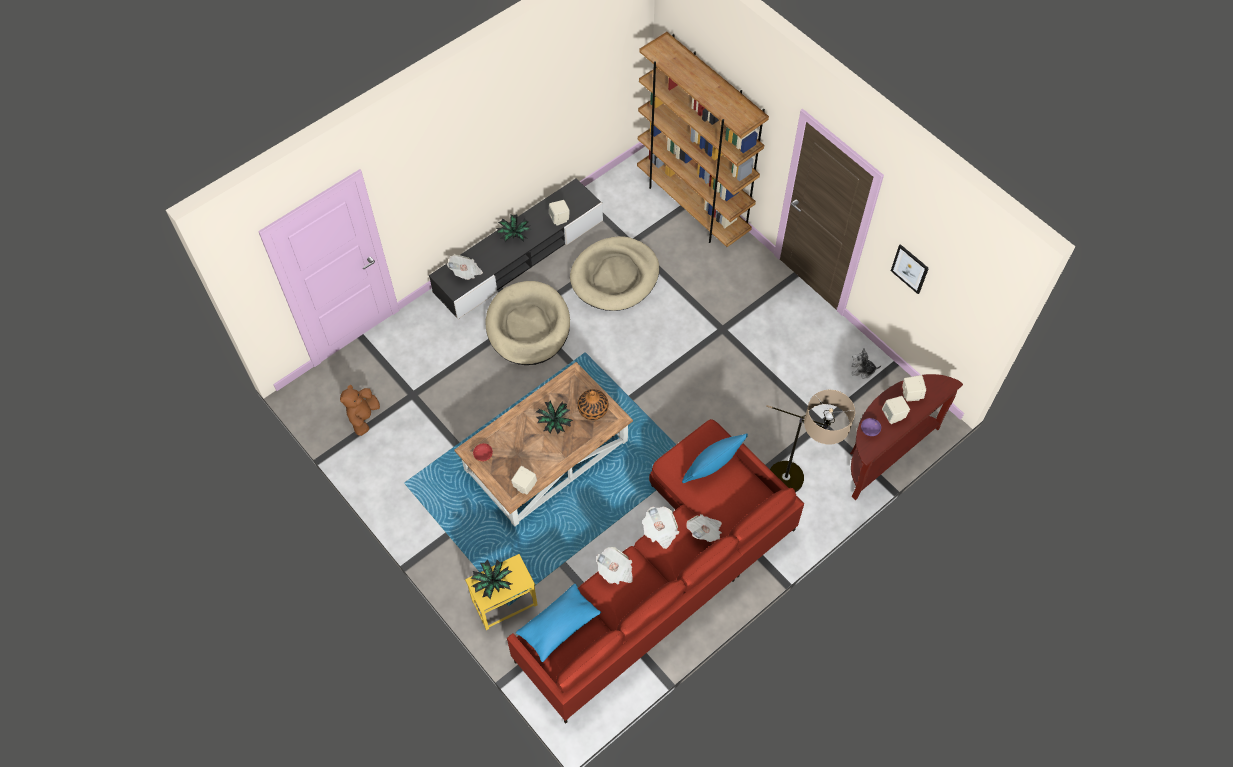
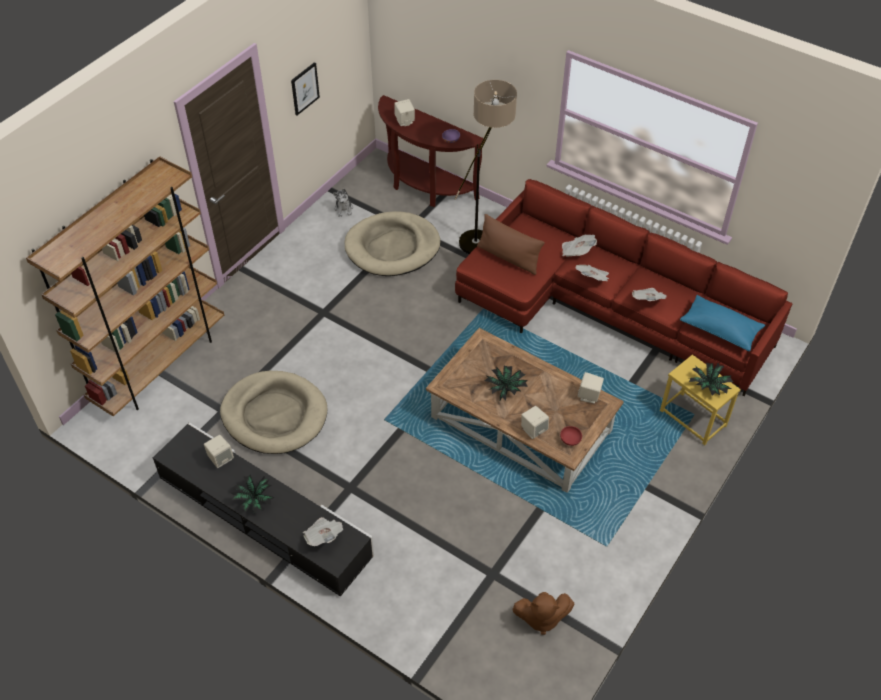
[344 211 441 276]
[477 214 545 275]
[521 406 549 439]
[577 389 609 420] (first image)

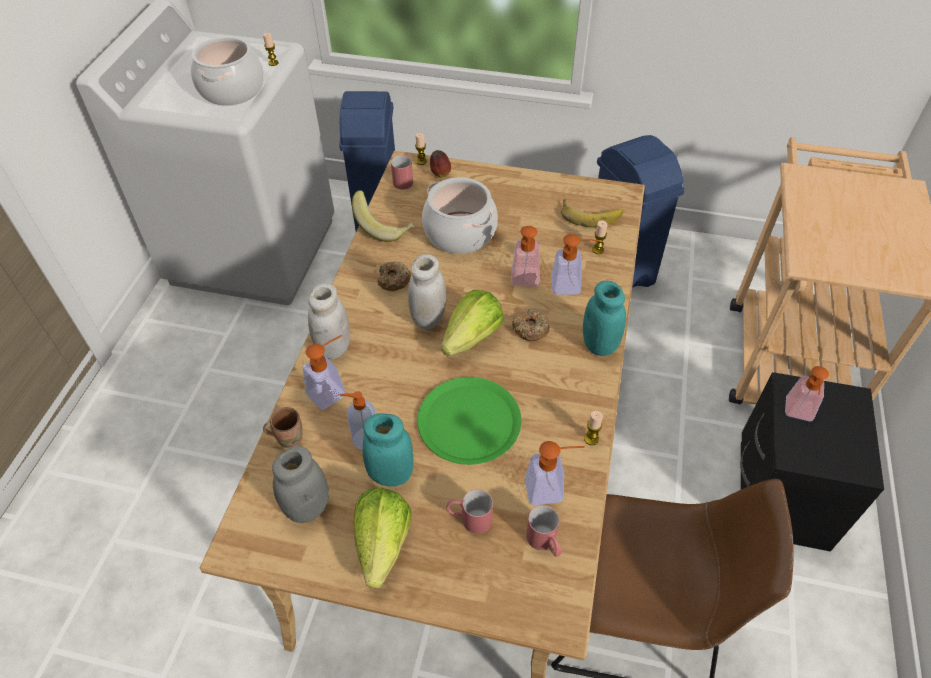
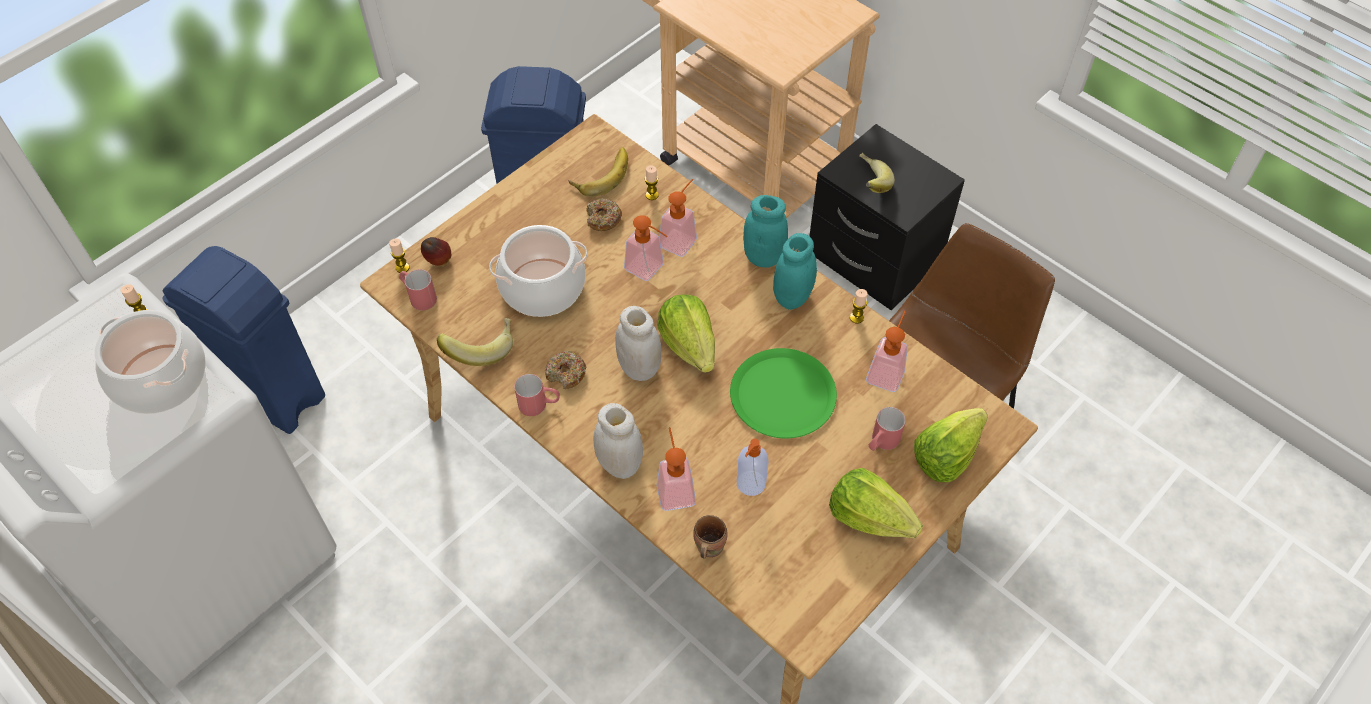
[514 374 560 416]
[586 199 622 231]
[773 233 817 310]
[860 153 895 193]
[914 408 988 482]
[272 446 329 523] (first image)

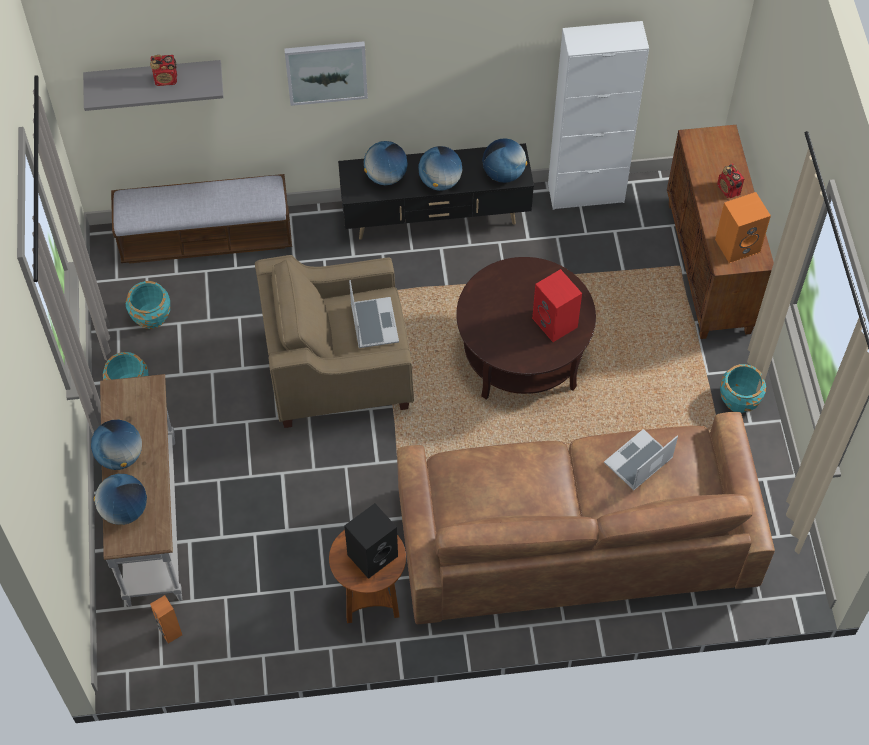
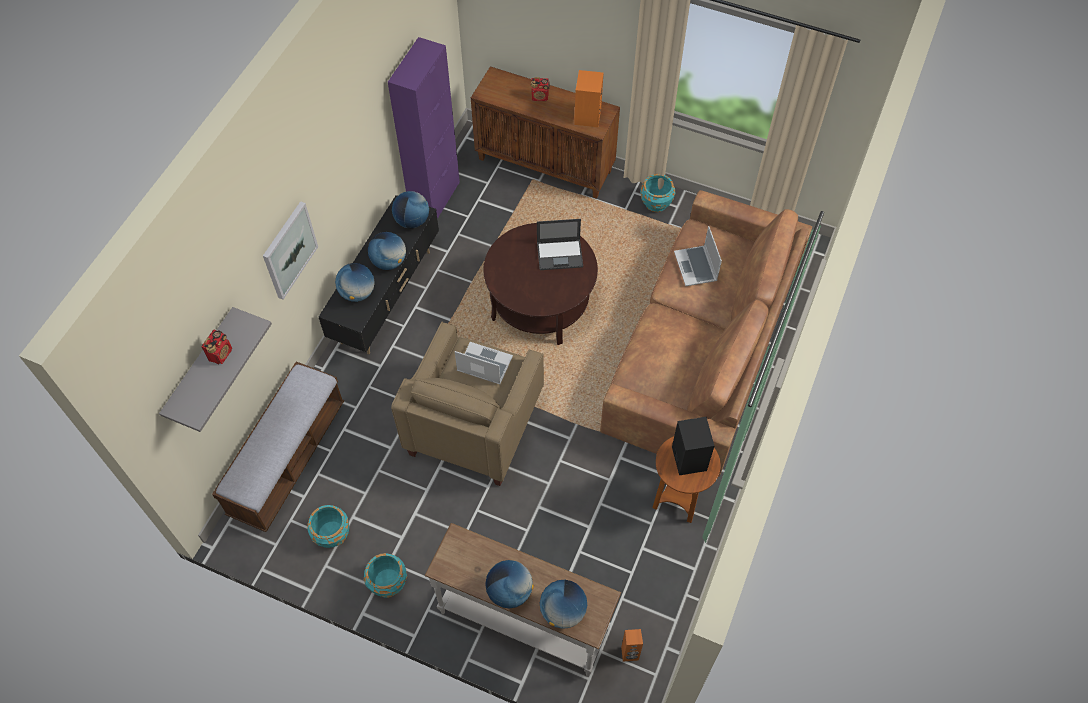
[388 37 460 219]
[537 219 583 270]

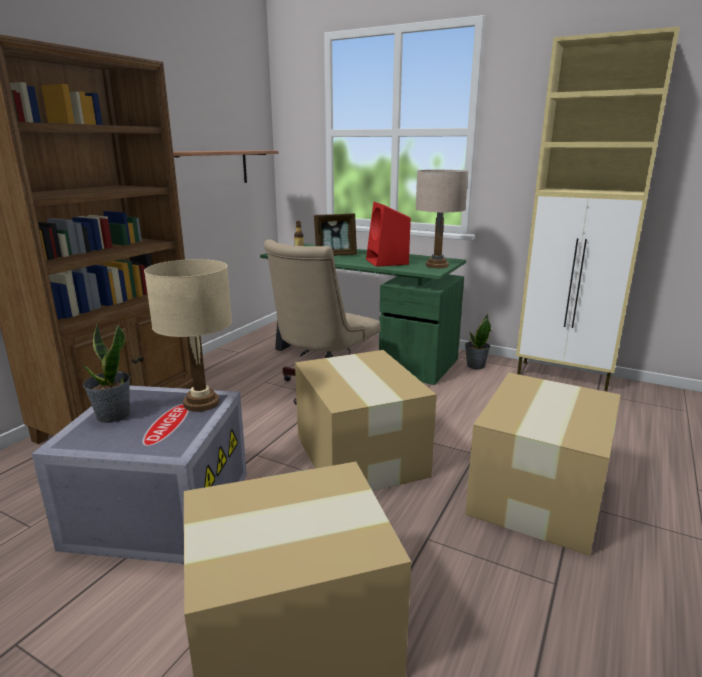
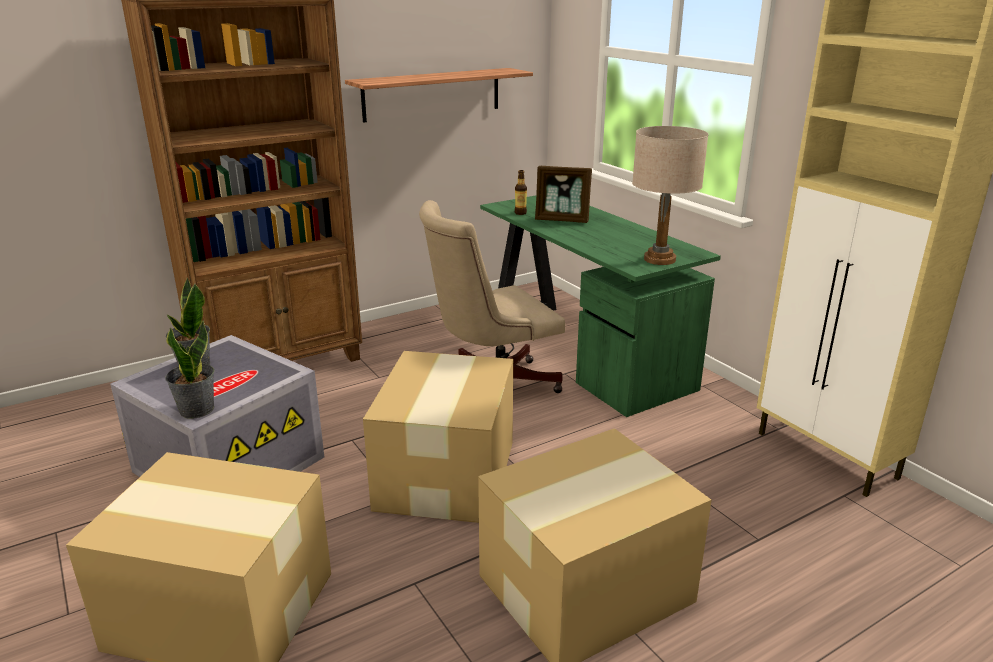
[165 320 214 419]
[144 259 232 412] (first image)
[366 202 411 267] (first image)

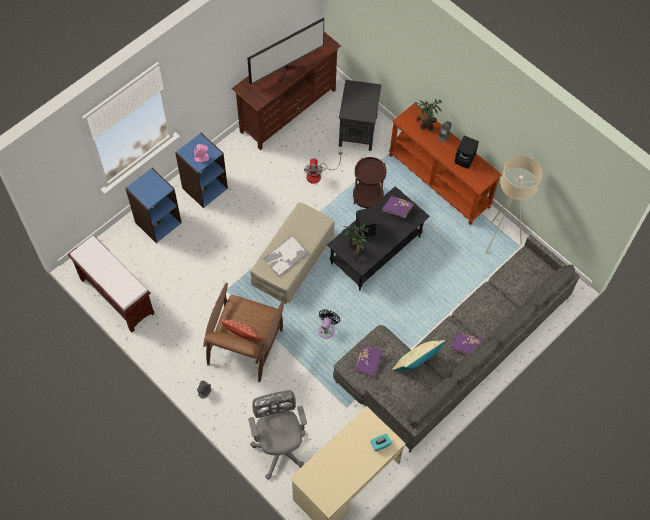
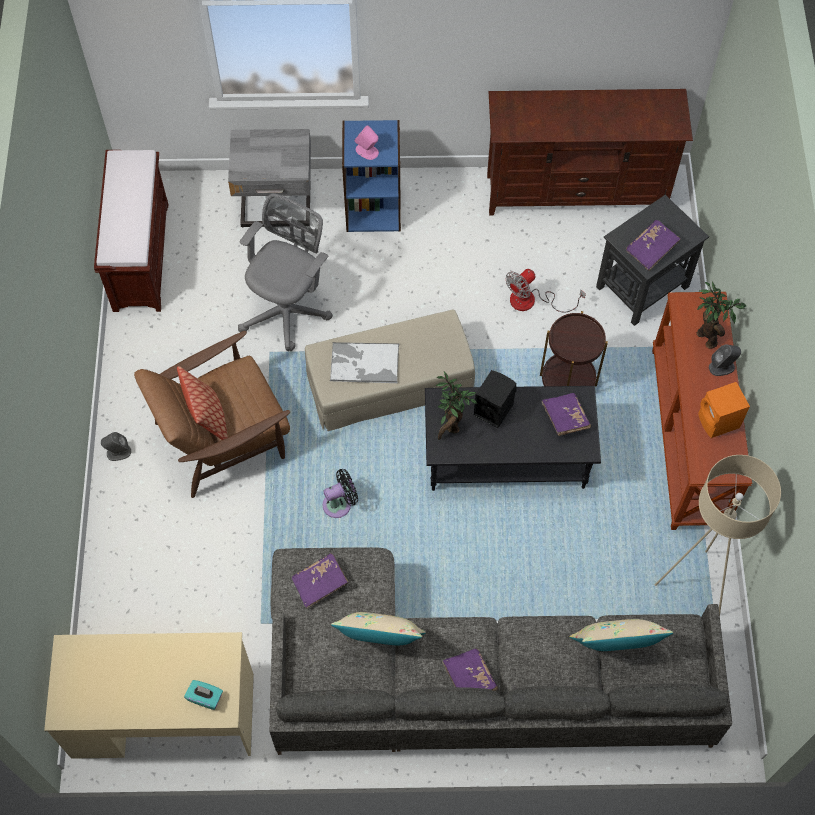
[228 129 311 227]
[238 193 333 351]
[569 619 673 651]
[626 220 681 271]
[698 382 750 438]
[247 18 324 84] (first image)

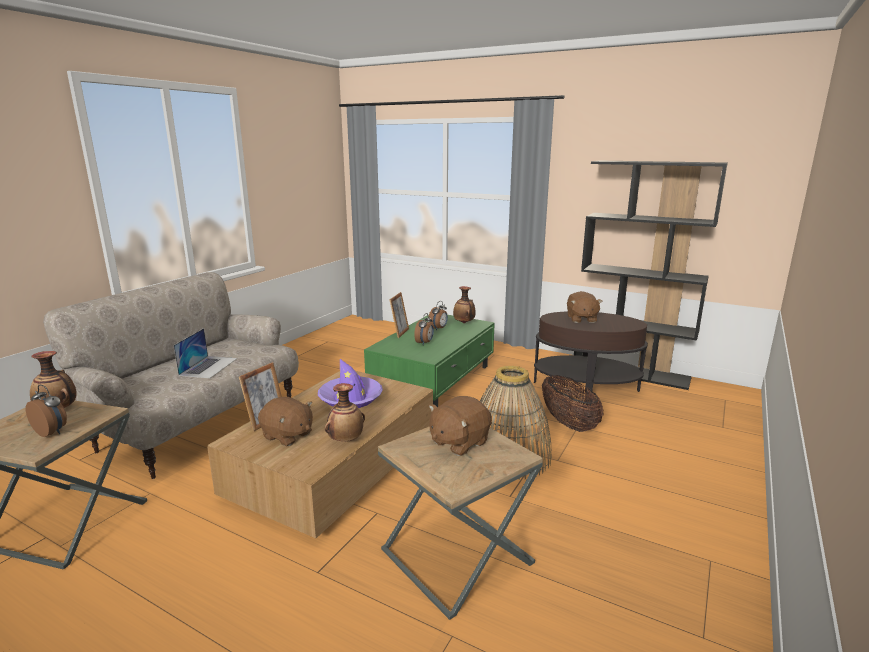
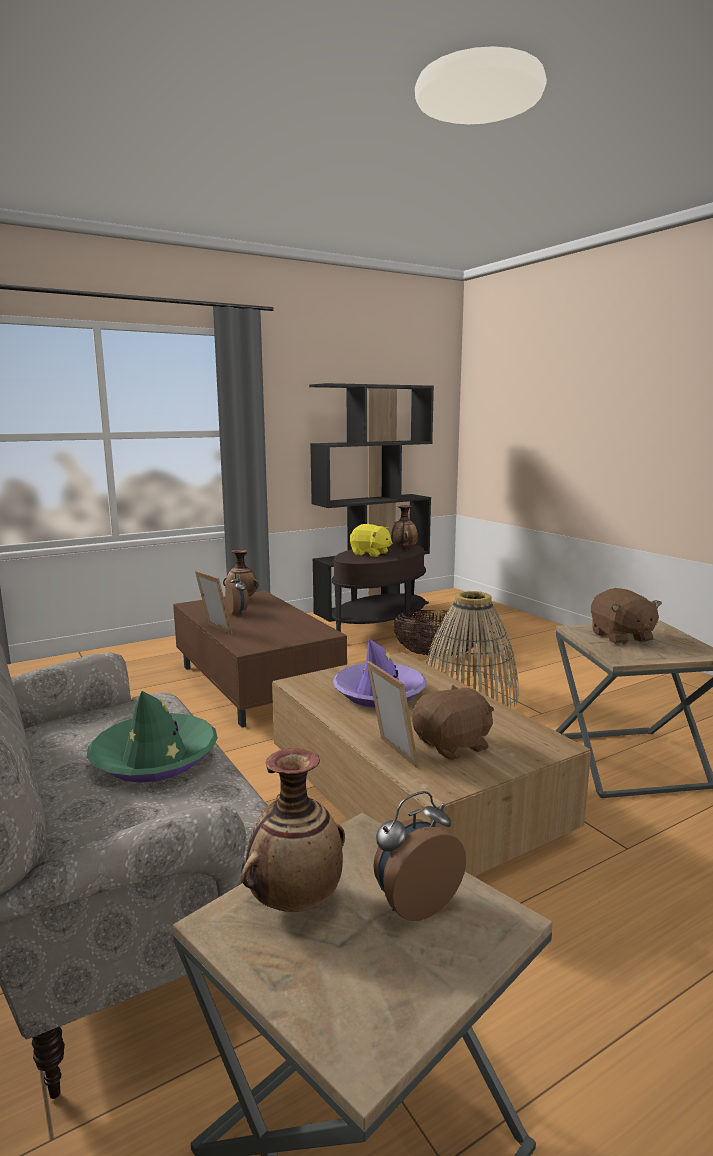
[87 691 218 783]
[173 591 347 727]
[350 524 392 557]
[391 505 418 550]
[414 313 434 345] (first image)

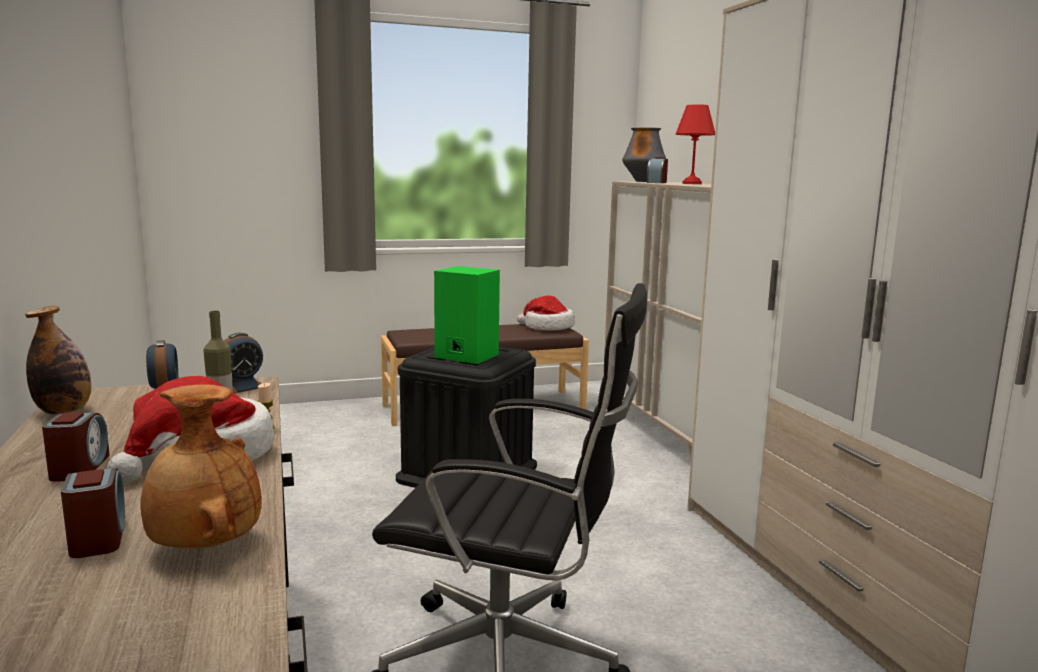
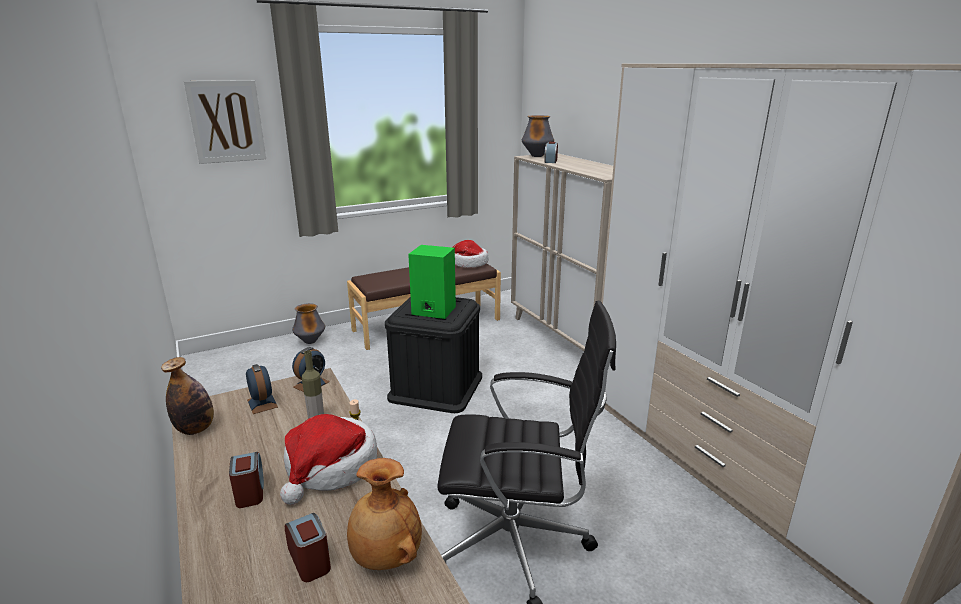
[184 80 266 164]
[292 303 325 344]
[676 104 715 184] (first image)

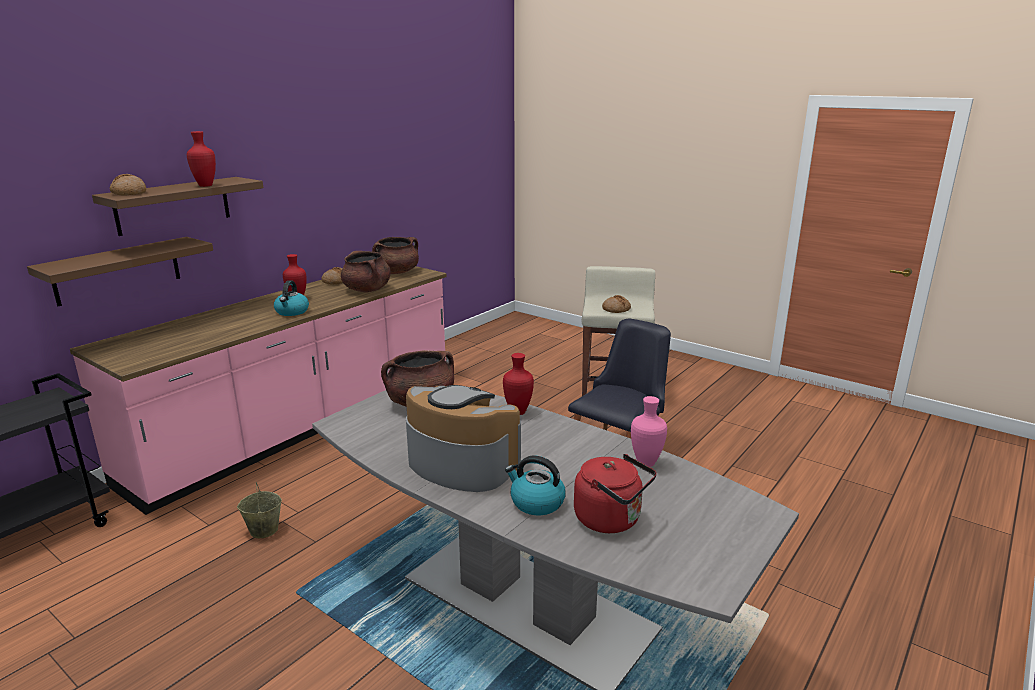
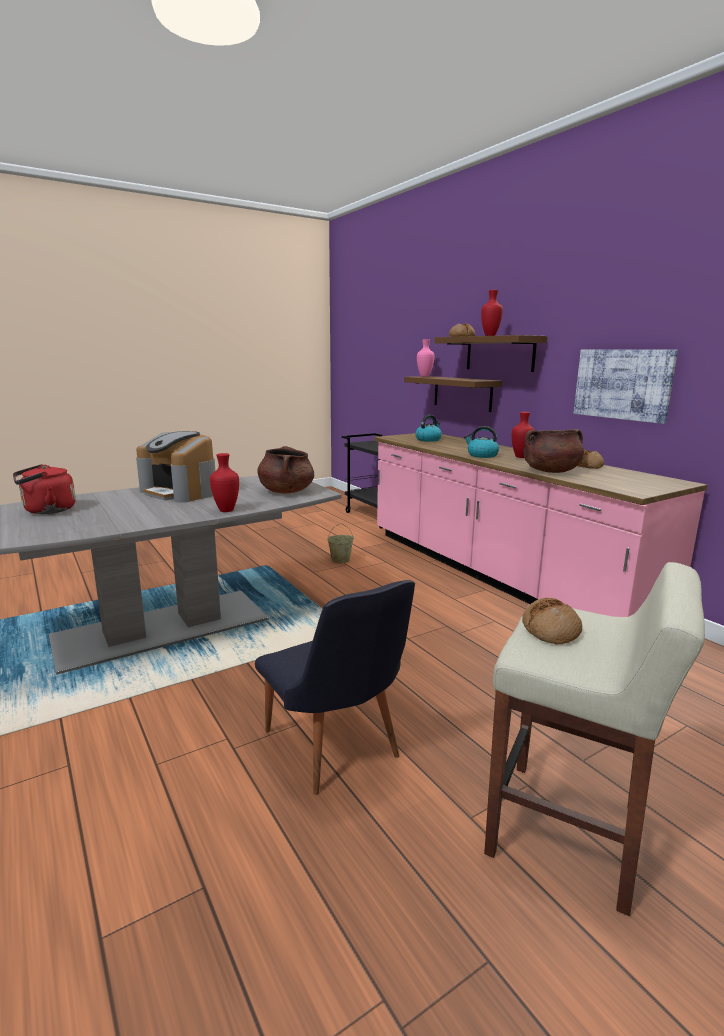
[136 431 216 503]
[415 415 442 442]
[417 339 434 377]
[574 349 678 424]
[372 237 419 274] (first image)

